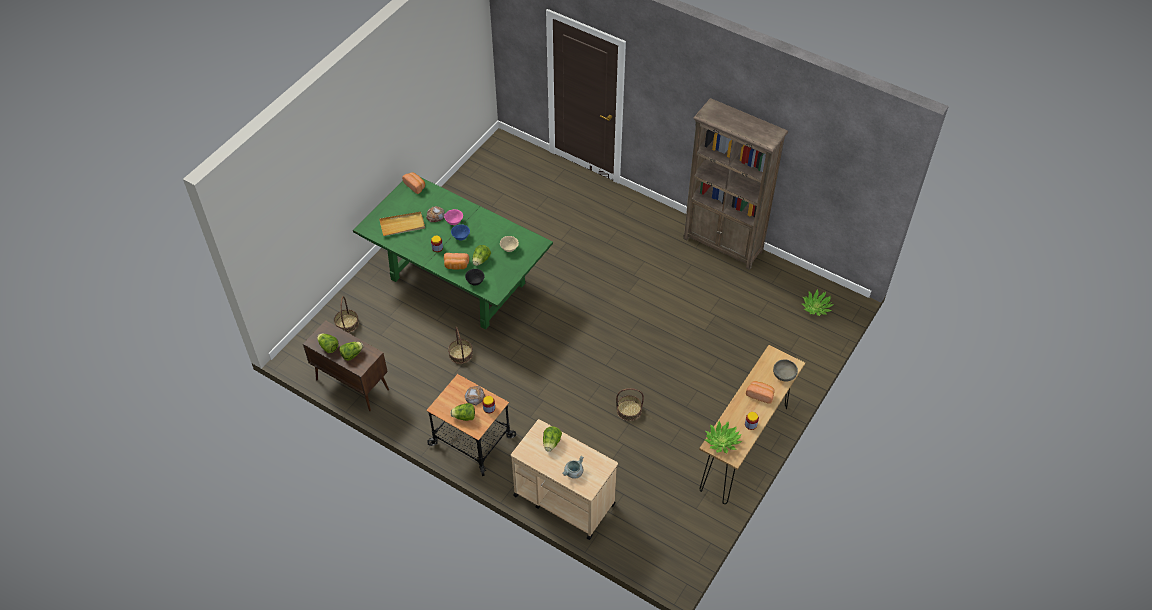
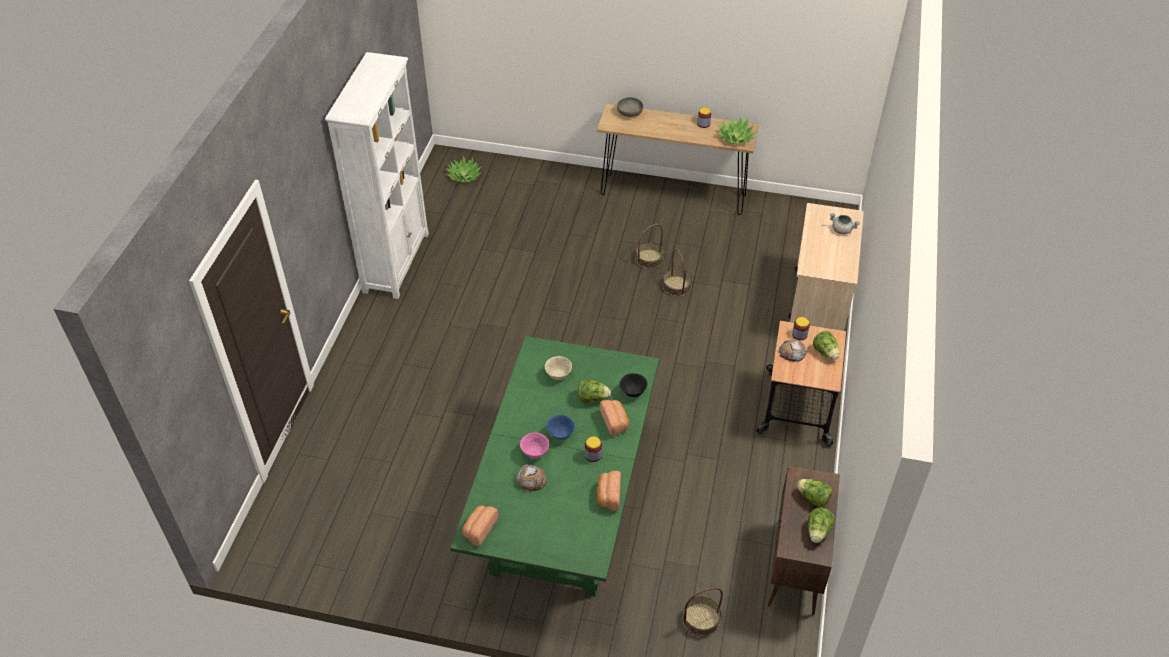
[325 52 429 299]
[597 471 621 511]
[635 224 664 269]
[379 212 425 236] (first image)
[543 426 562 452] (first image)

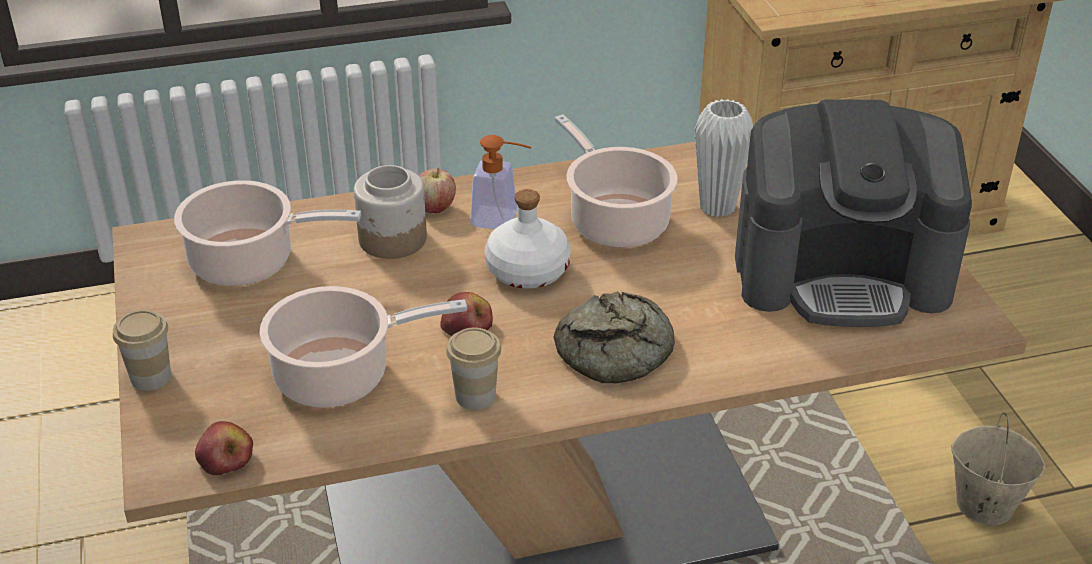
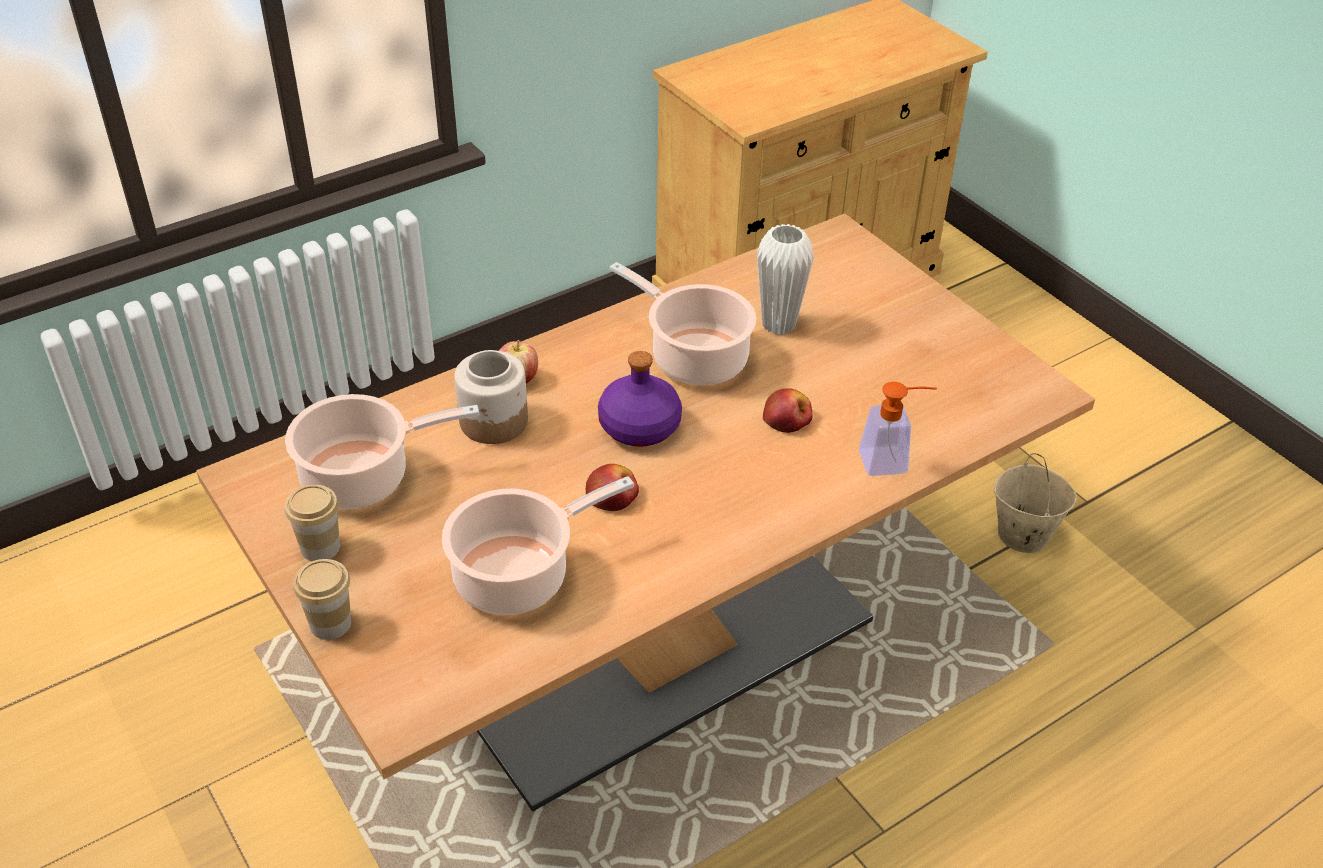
[285 485 340 561]
[598 351 682 447]
[763 388 813 433]
[859 382 937 476]
[554 292 675 383] (first image)
[735 99 972 327] (first image)

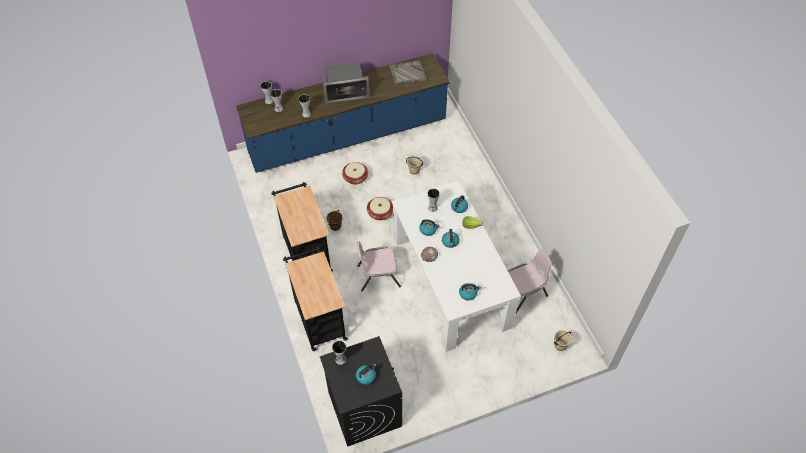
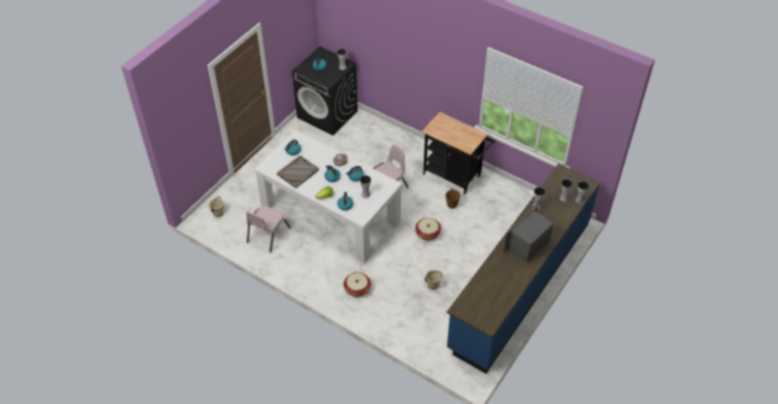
[277 156 319 188]
[343 272 371 297]
[283 247 348 351] (first image)

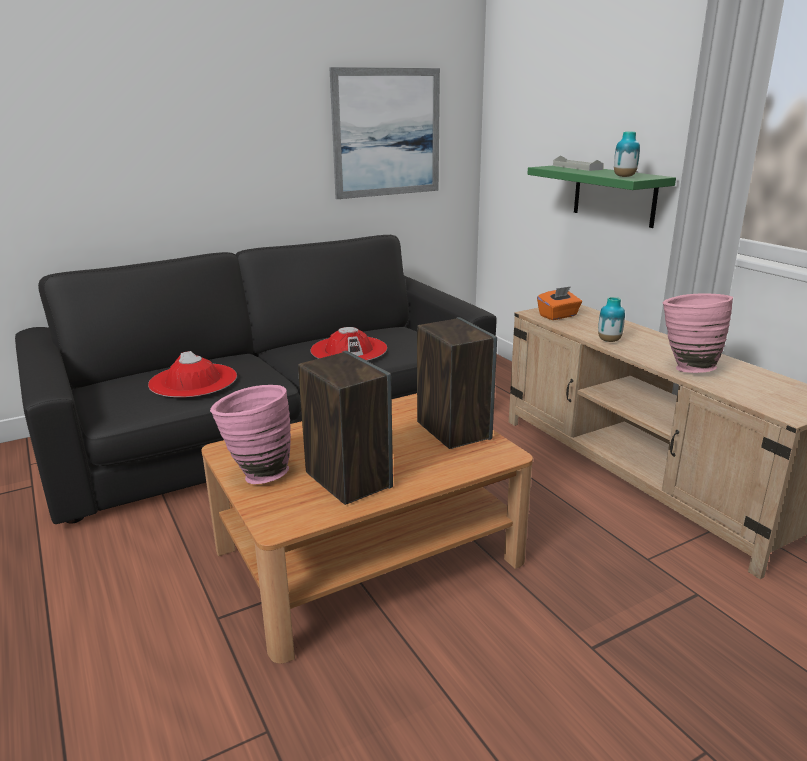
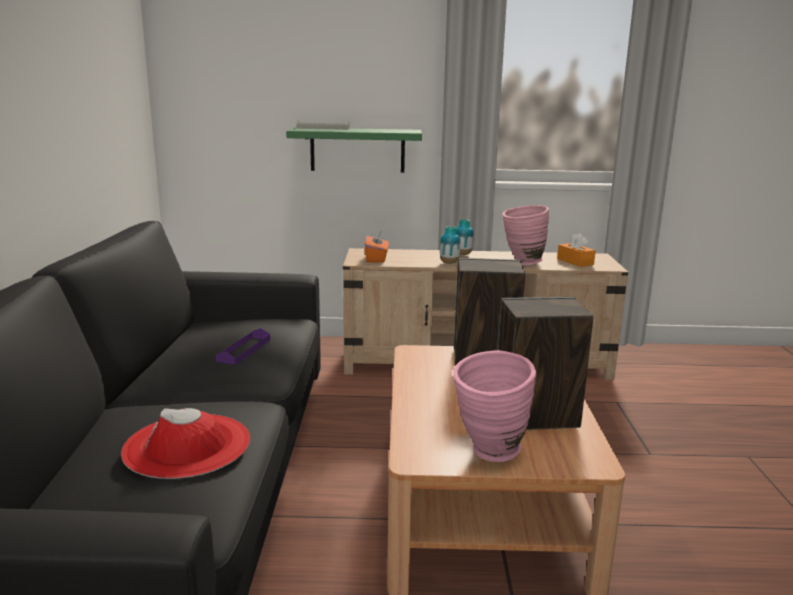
[216 328 270 365]
[456 220 473 255]
[557 233 596 267]
[329 67 440 199] (first image)

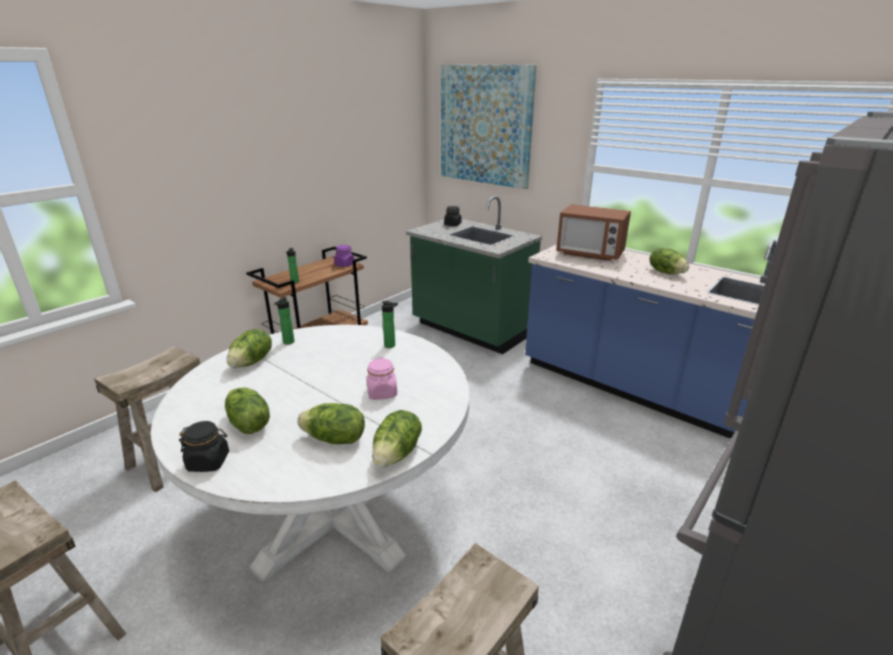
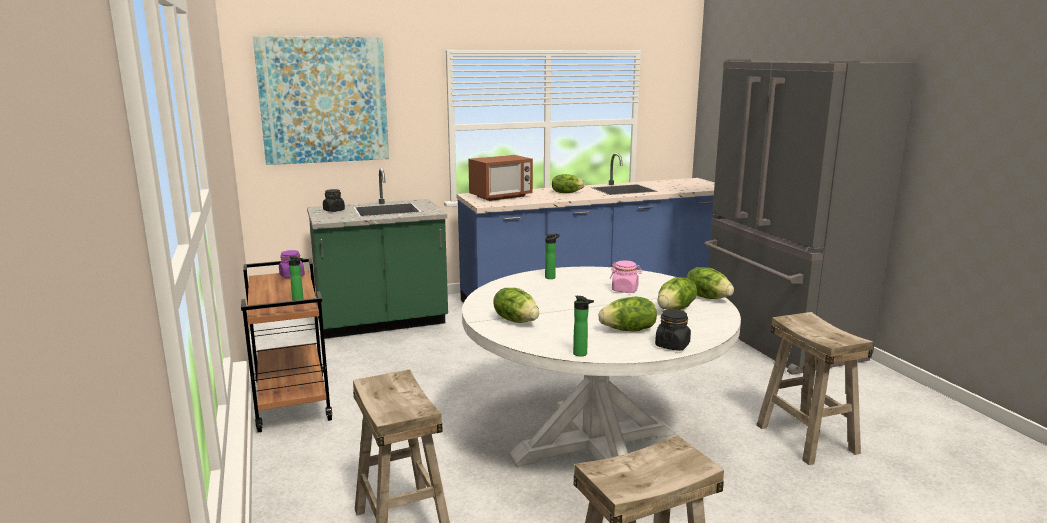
[573 296 594 357]

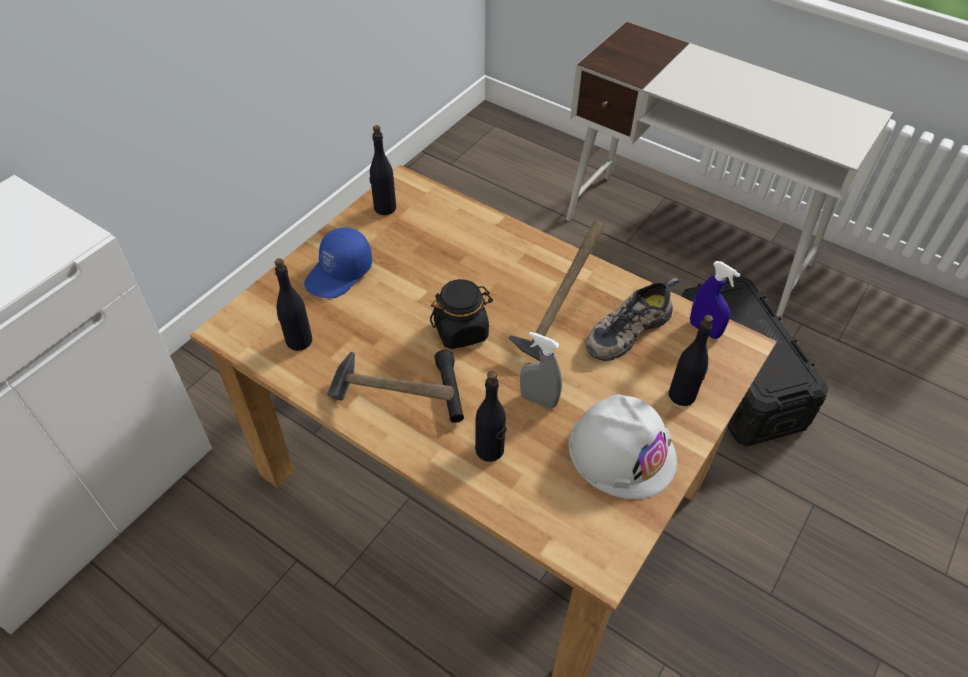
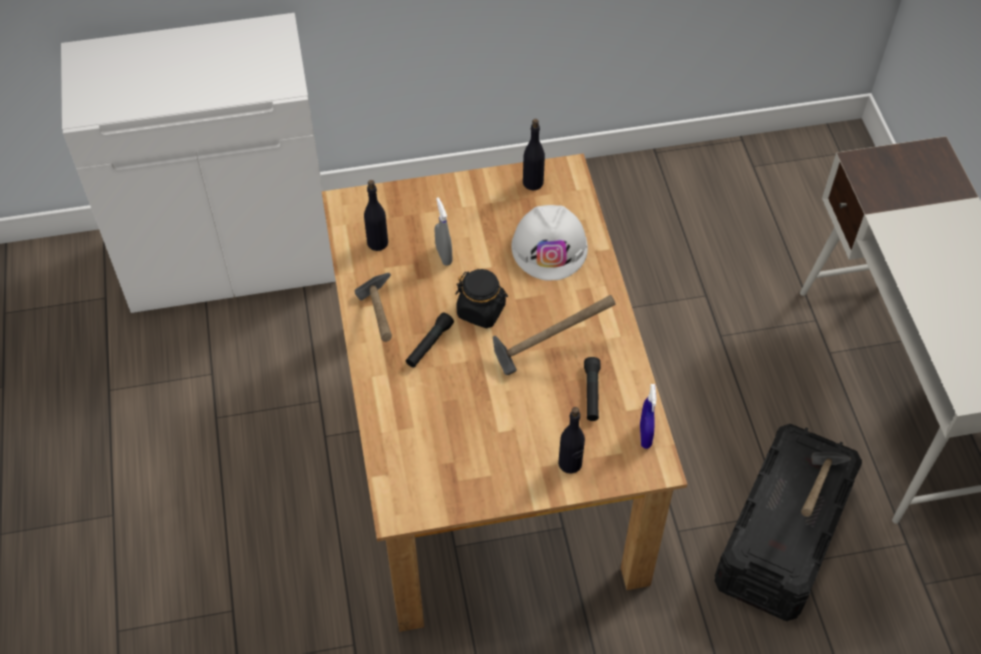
[435 197 452 265]
[511 205 588 281]
[584 357 600 421]
[801 452 851 517]
[304 228 372 299] (first image)
[475 371 507 462] (first image)

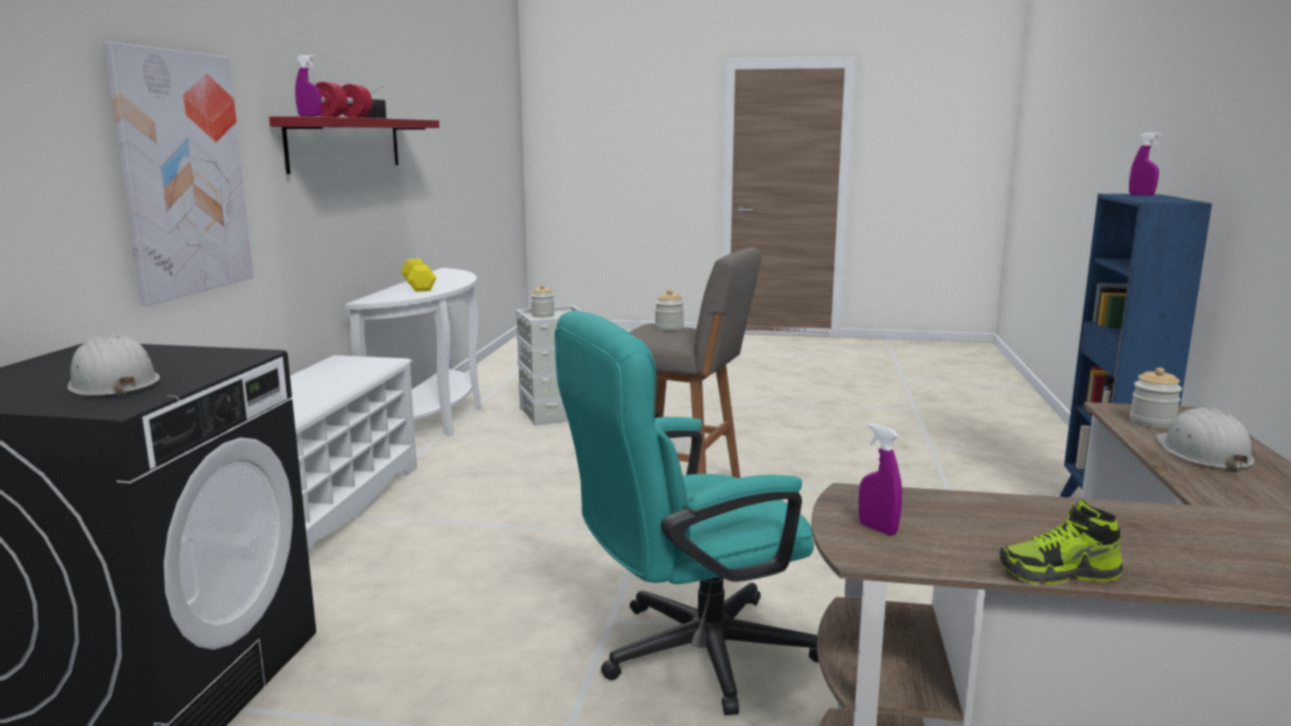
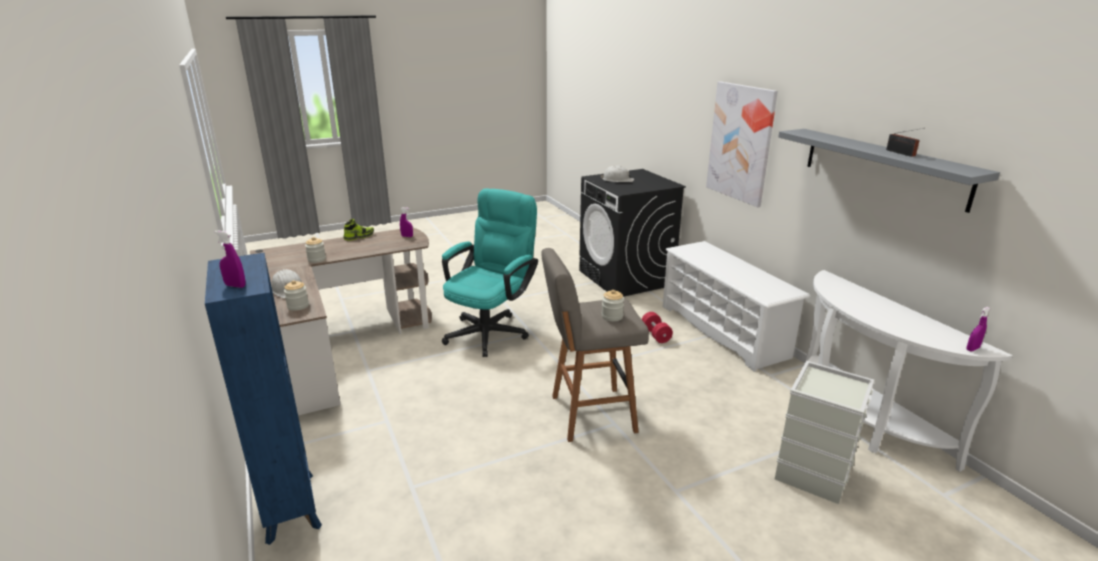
[305 237 326 263]
[642 312 673 343]
[778 129 1000 213]
[966 307 990 351]
[400 259 436 292] (first image)

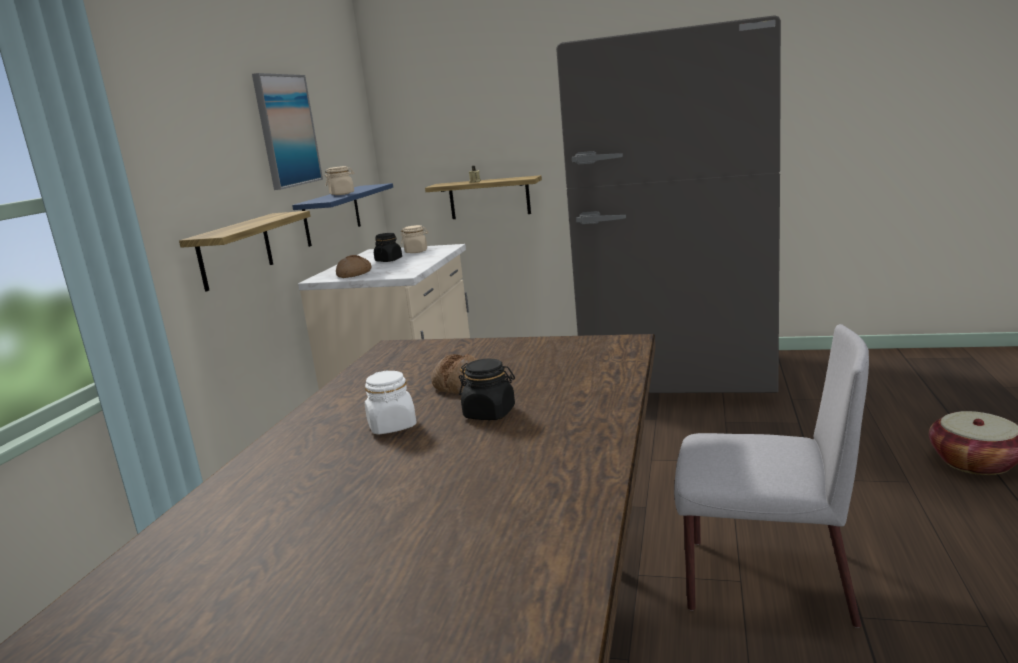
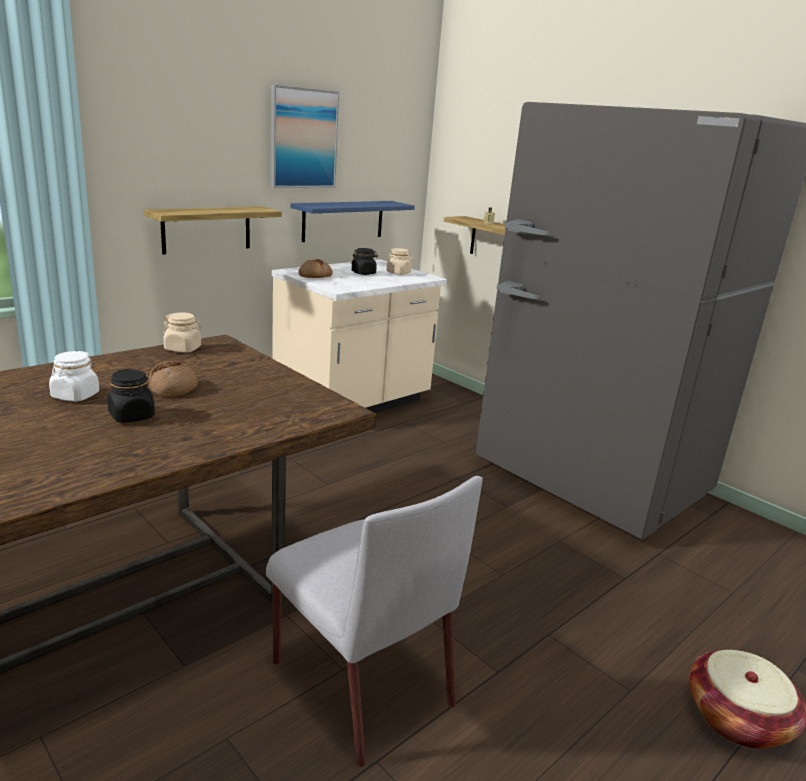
[163 312 202 353]

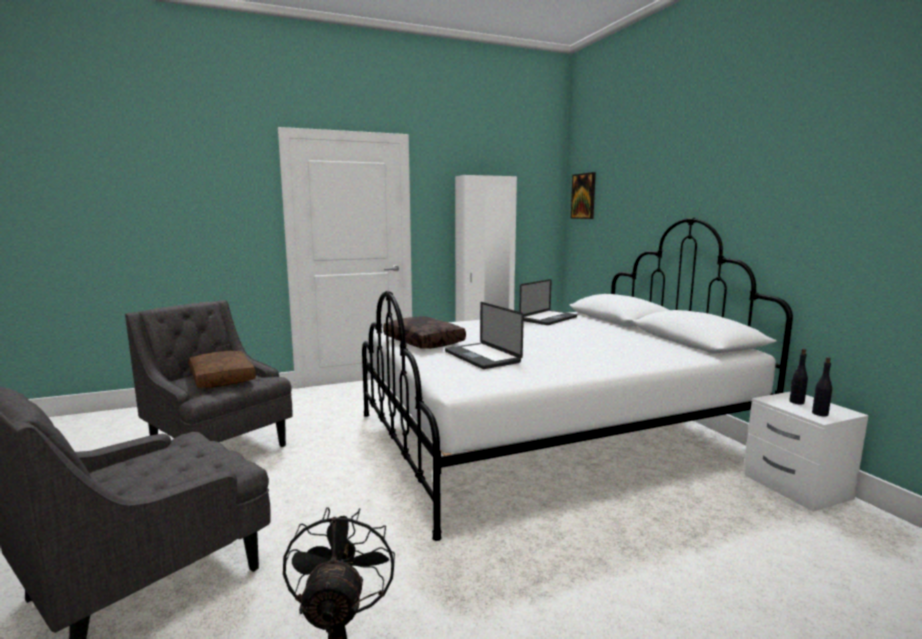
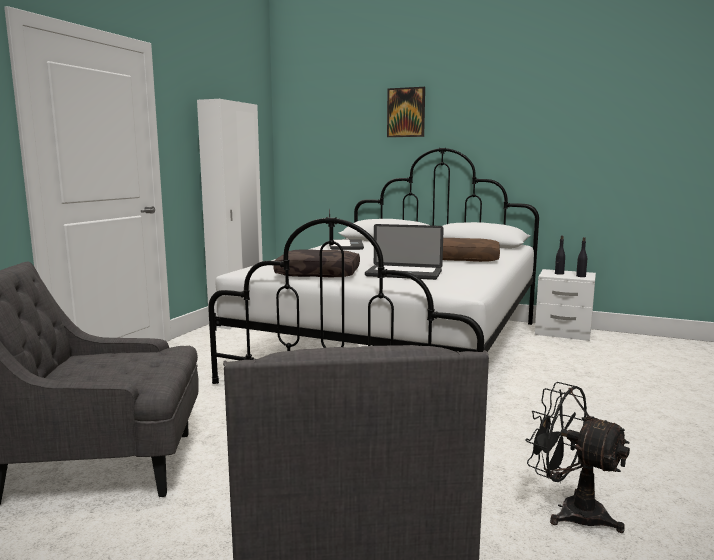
[387 87 425 137]
[443 238 500 262]

